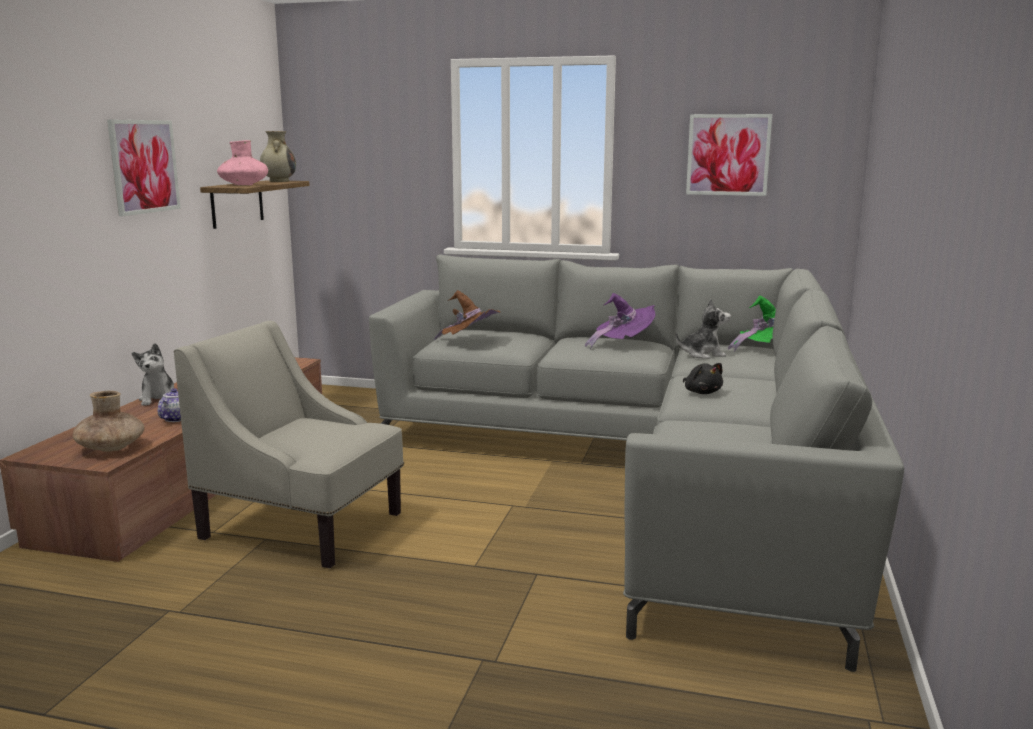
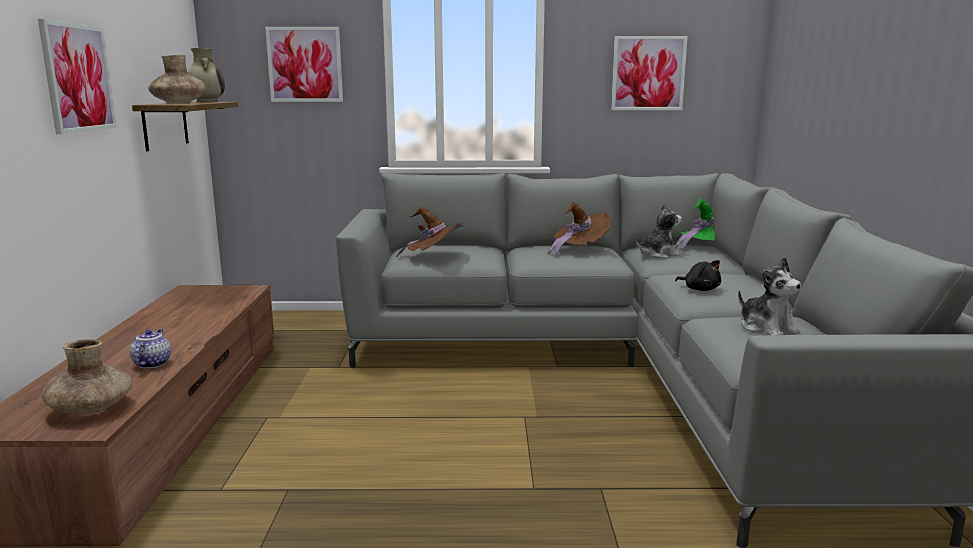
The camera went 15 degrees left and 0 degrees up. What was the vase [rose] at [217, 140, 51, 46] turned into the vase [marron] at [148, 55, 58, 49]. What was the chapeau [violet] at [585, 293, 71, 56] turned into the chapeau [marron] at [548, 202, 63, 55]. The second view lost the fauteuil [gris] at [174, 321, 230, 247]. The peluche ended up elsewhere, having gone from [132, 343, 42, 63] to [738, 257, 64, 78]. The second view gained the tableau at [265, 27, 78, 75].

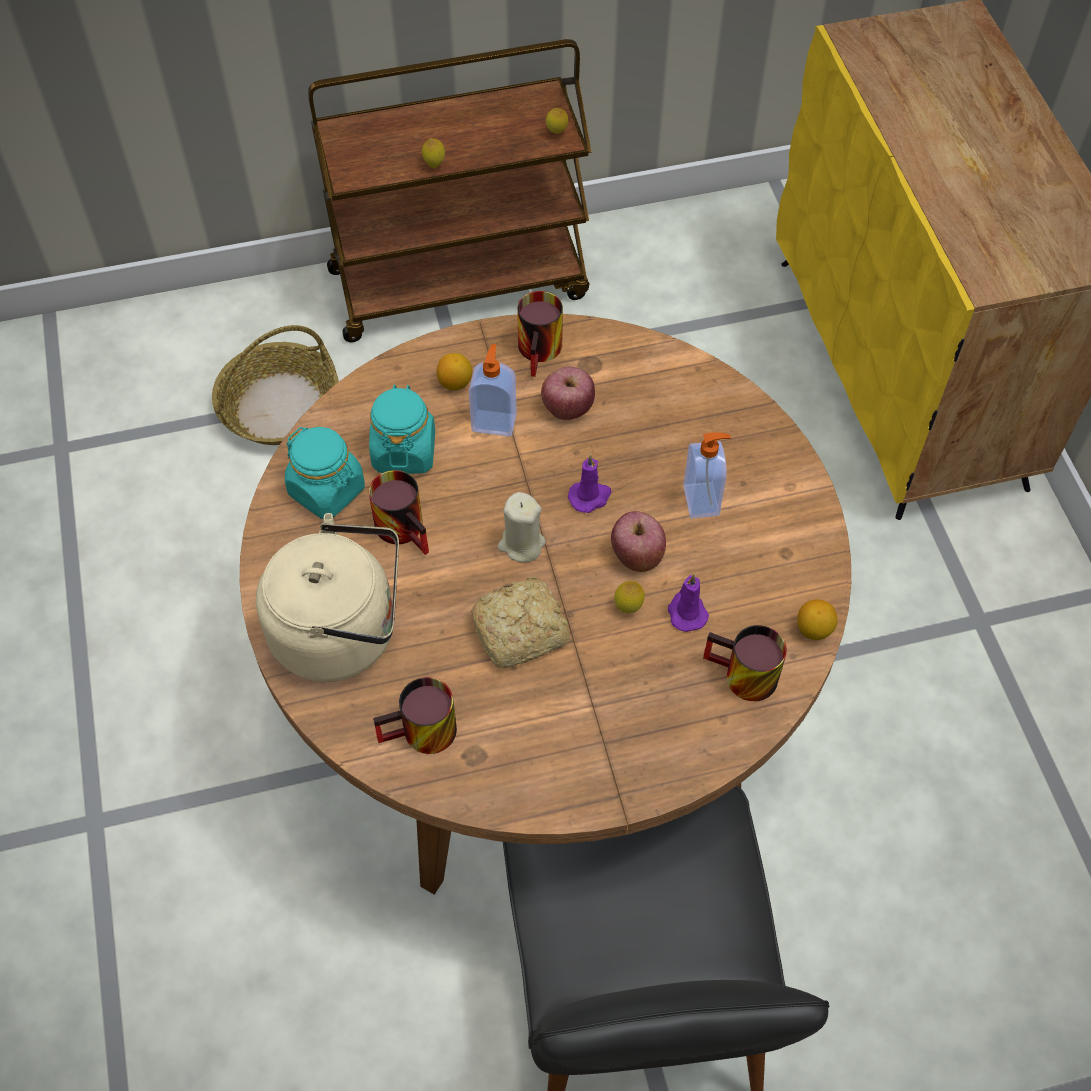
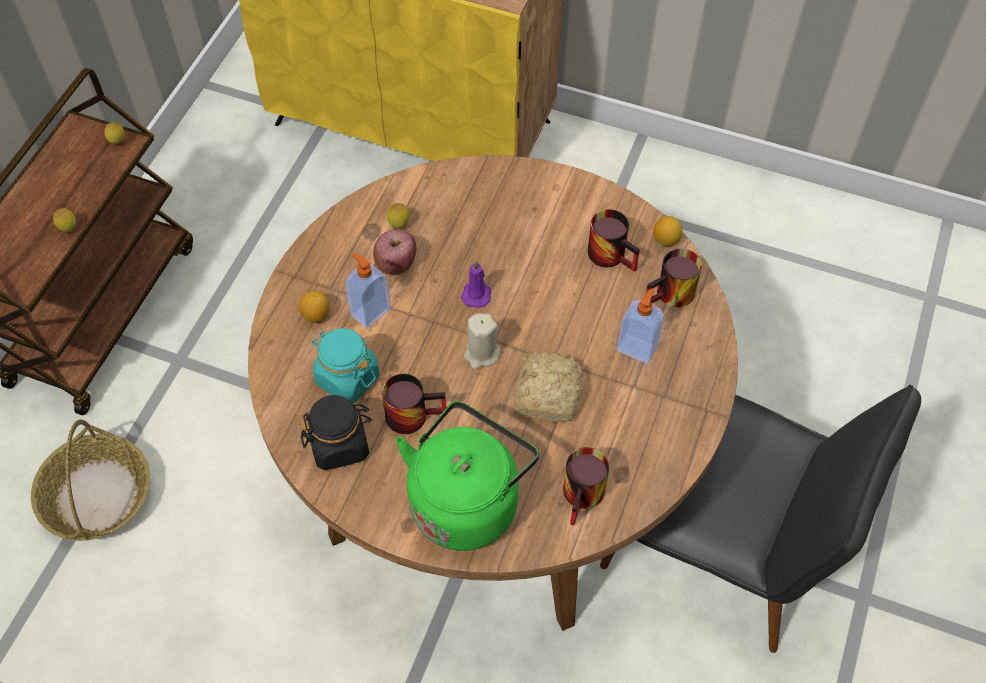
The camera went 55 degrees left and 0 degrees up. The mug ended up elsewhere, having gone from [517, 291, 46, 86] to [588, 209, 52, 63]. What was the bocal [turquoise] at [285, 427, 80, 92] turned into the bocal [noir] at [300, 395, 72, 75]. The distributeur de savon ended up elsewhere, having gone from [684, 433, 47, 86] to [617, 288, 47, 76]. The second view lost the pomme at [611, 511, 55, 61]. What was the bouilloire [beige] at [256, 513, 143, 169] turned into the bouilloire [vert] at [396, 401, 143, 150]. The second view lost the bougie [violet] at [668, 574, 41, 58]. The citron ended up elsewhere, having gone from [614, 581, 31, 32] to [387, 203, 22, 26].

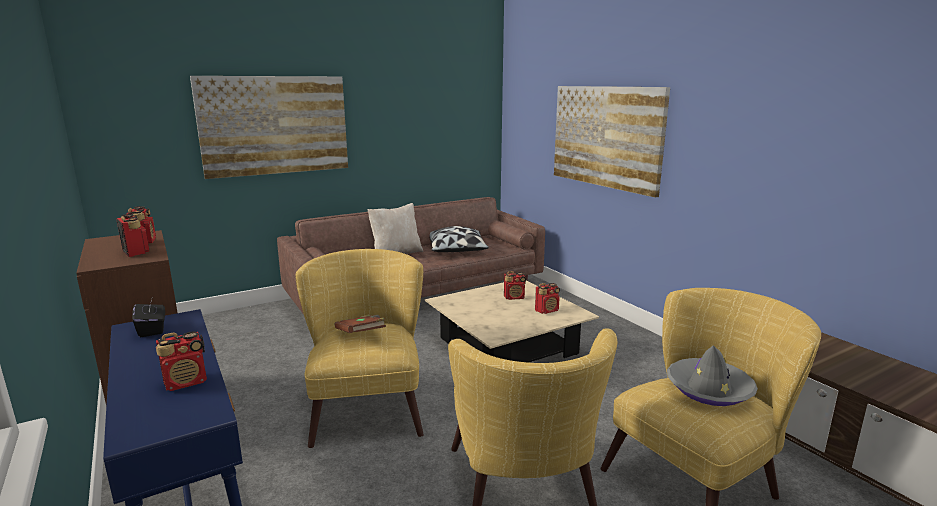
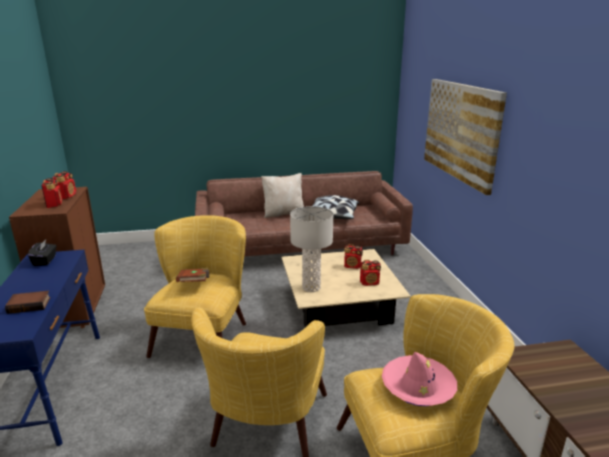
The camera went 20 degrees right and 5 degrees up. The second view lost the tableau at [190, 76, 158, 103]. Where the radio stood at [156, 331, 51, 60], the livre came to stand at [5, 291, 45, 23]. What was the chapeau [gris] at [667, 345, 91, 61] turned into the chapeau [rose] at [382, 352, 75, 54]. The second view gained the lampe de table [blanc] at [290, 206, 43, 86].

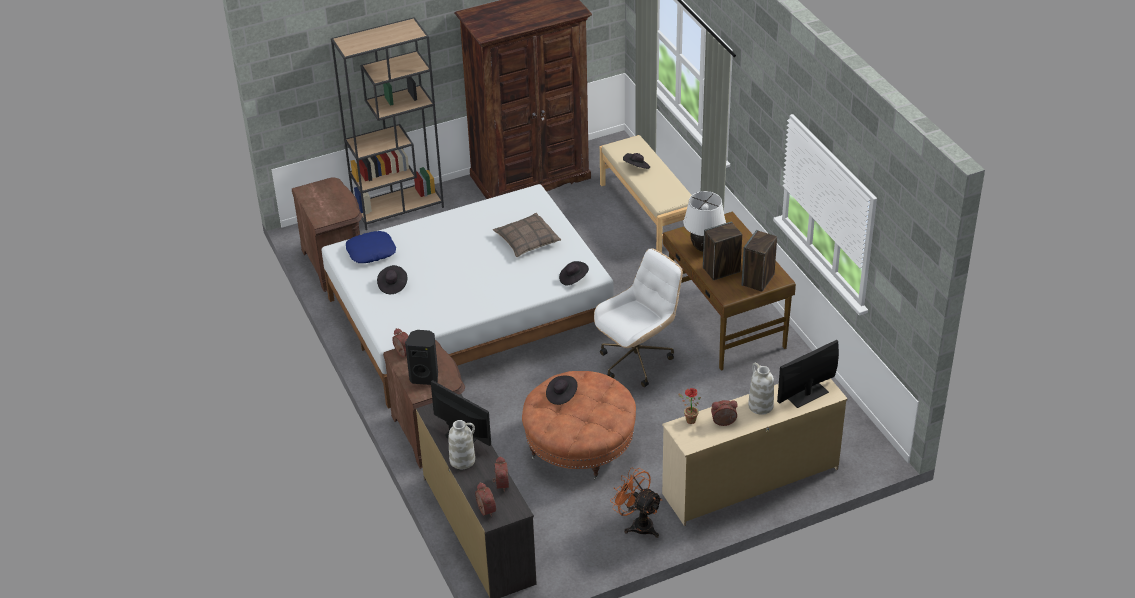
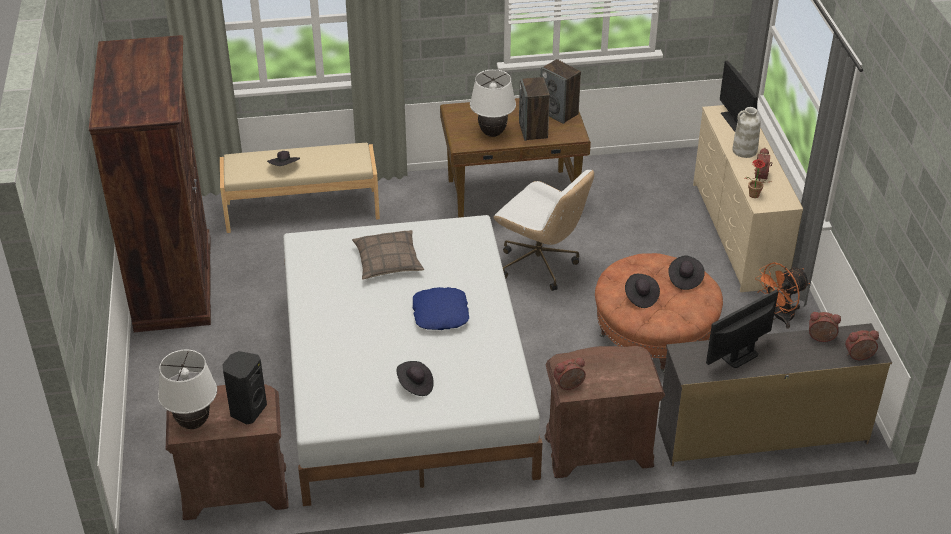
The camera went 75 degrees left and 0 degrees up. The second view lost the bibliothèque at [331, 17, 113, 213]. The coussin [bleu] ended up elsewhere, having gone from [346, 231, 50, 32] to [413, 287, 56, 43]. The chaise de bureau [blanc] at [594, 248, 89, 139] ended up facing another way, 150 degrees clockwise from before. The chapeau [noir] ended up elsewhere, having gone from [559, 261, 30, 24] to [668, 255, 37, 35]. The enceinte [noir] ended up elsewhere, having gone from [405, 330, 33, 55] to [222, 351, 45, 74]. The second view lost the vase [blanc] at [449, 420, 26, 49]. The second view gained the lampe de table [blanc] at [158, 350, 59, 79].

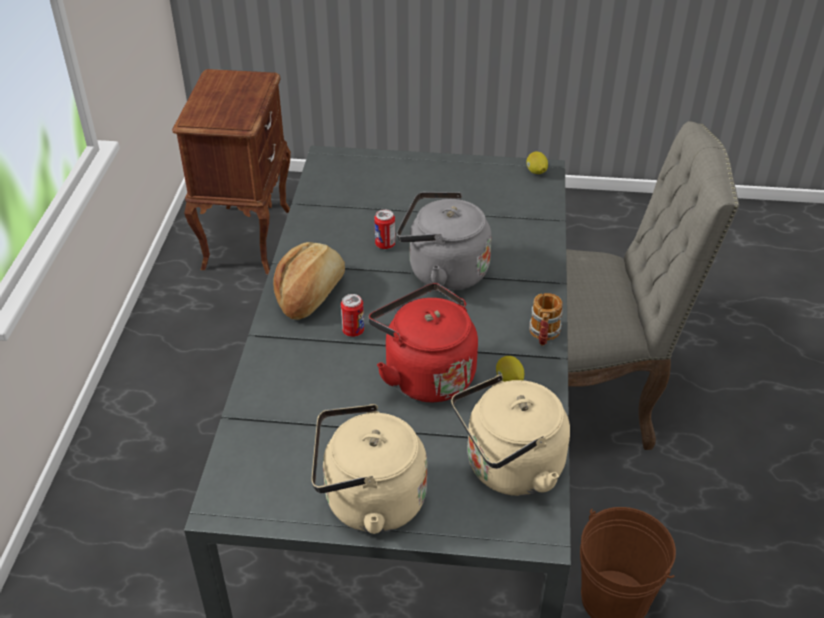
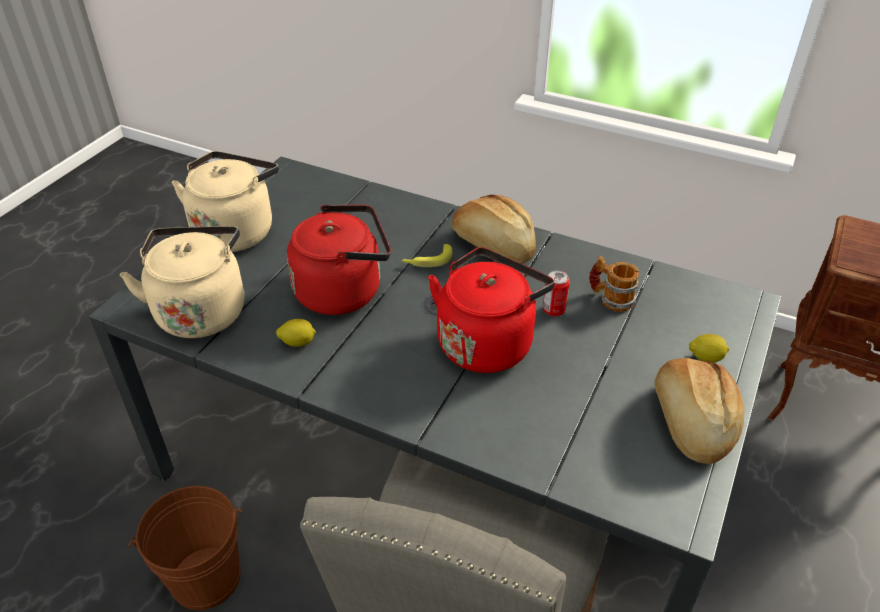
The camera went 110 degrees right and 0 degrees up. The citron ended up elsewhere, having gone from [526, 151, 22, 23] to [689, 334, 40, 28]. What was the bouilloire [gris] at [397, 192, 95, 99] turned into the bouilloire [rouge] at [428, 247, 127, 126]. The mug ended up elsewhere, having gone from [529, 293, 34, 53] to [589, 256, 50, 56]. Where the boîte métallique stood at [341, 294, 23, 43], the banane came to stand at [401, 244, 51, 23]. The second view gained the pain at [655, 358, 89, 106].

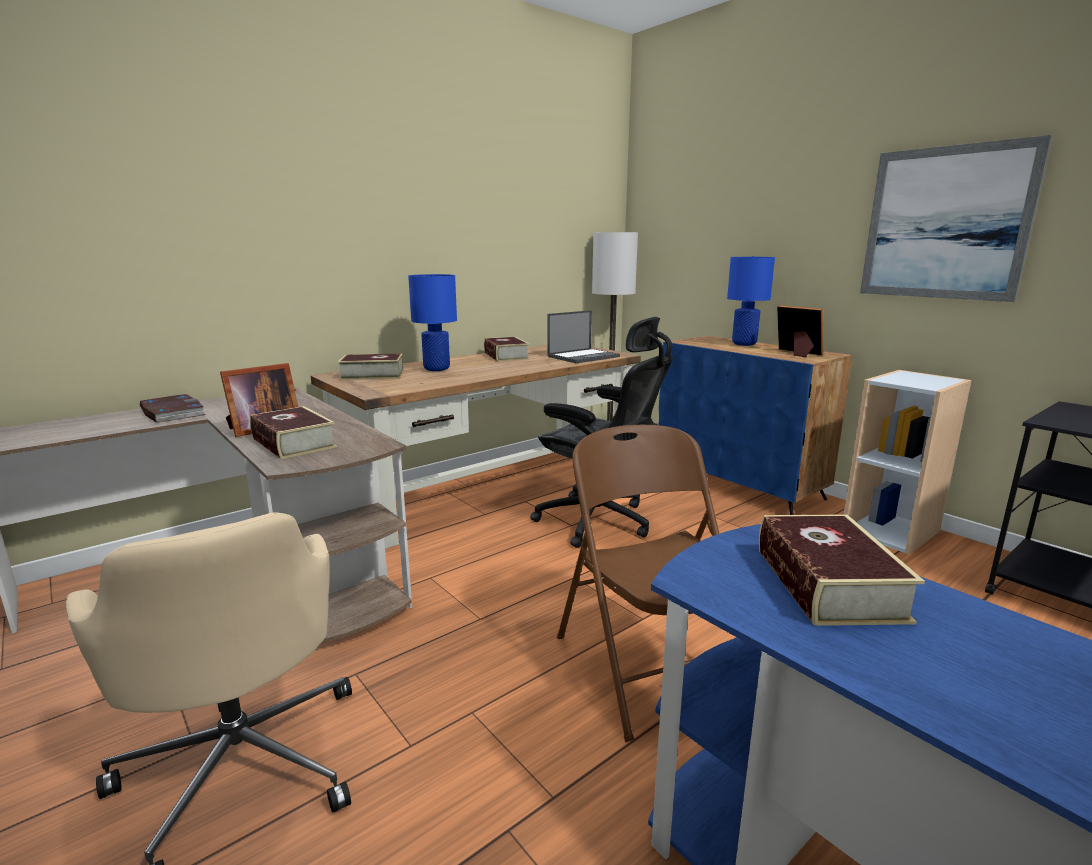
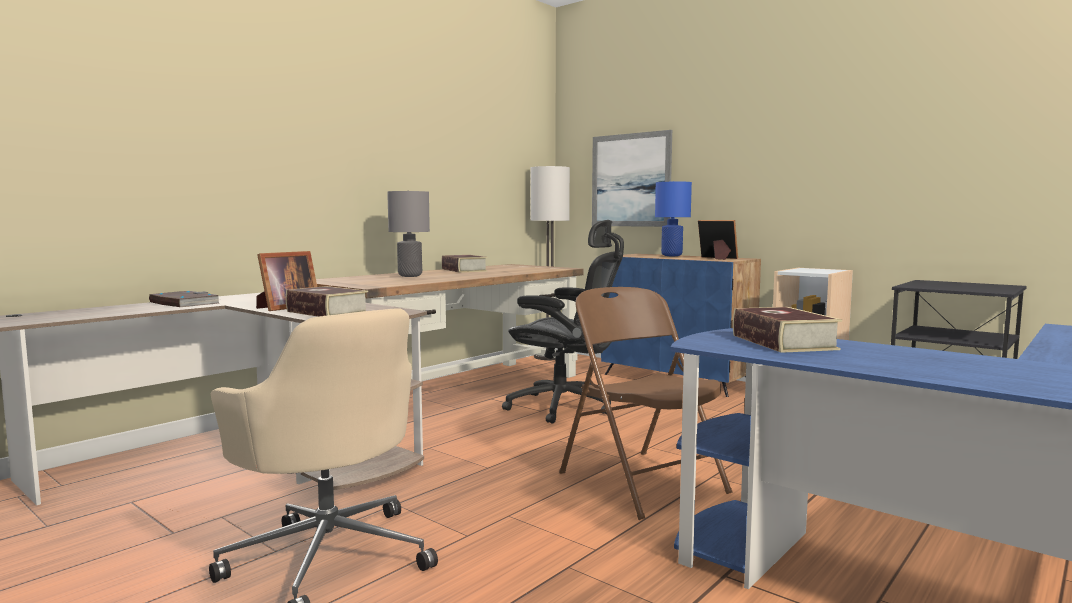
The camera went 10 degrees left and 10 degrees down. The tableau ended up elsewhere, having gone from [860, 135, 192, 167] to [592, 130, 80, 97]. What was the lampe de table [bleu] at [408, 274, 49, 97] turned into the lampe de table [gris] at [387, 190, 43, 87]. The second view lost the ordinateur portable at [547, 310, 73, 53]. The second view lost the livre at [338, 354, 66, 26].

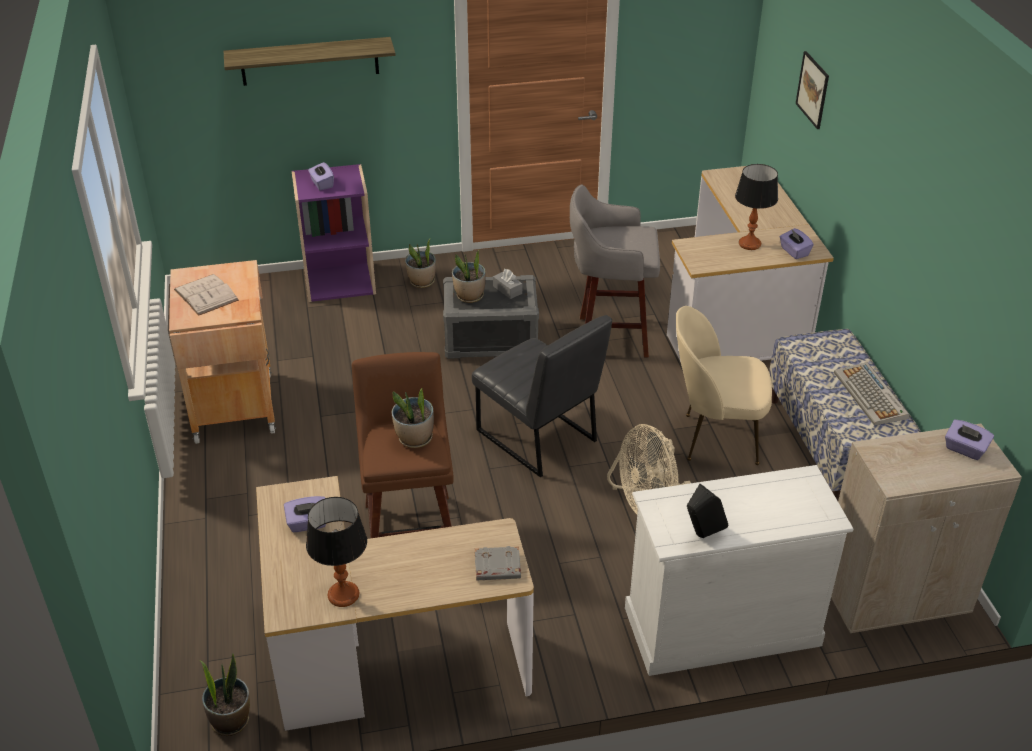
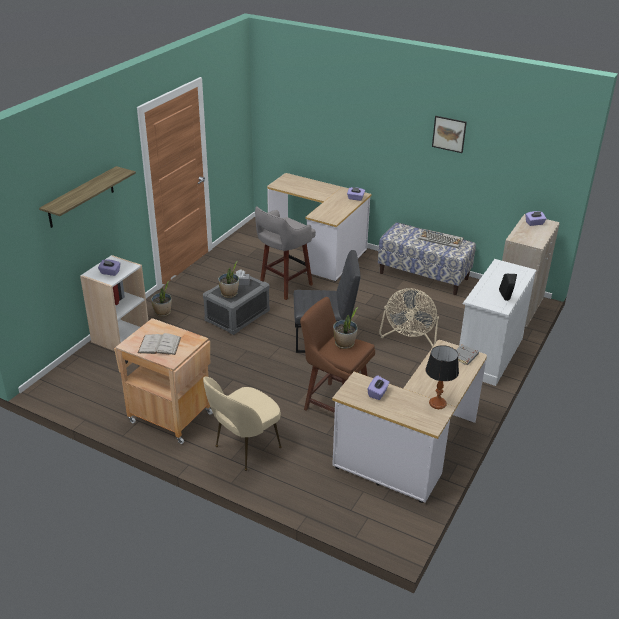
The camera went 50 degrees left and 5 degrees down. The tableau ended up elsewhere, having gone from [796, 51, 33, 78] to [432, 116, 35, 37]. What was the bibliothèque [violet] at [292, 164, 84, 138] turned into the bibliothèque [blanc] at [80, 255, 69, 96]. The second view lost the lampe de table at [735, 164, 43, 86]. The chaise [beige] ended up elsewhere, having gone from [676, 306, 96, 159] to [203, 377, 79, 94]. The second view lost the plante en pot at [200, 653, 50, 83].

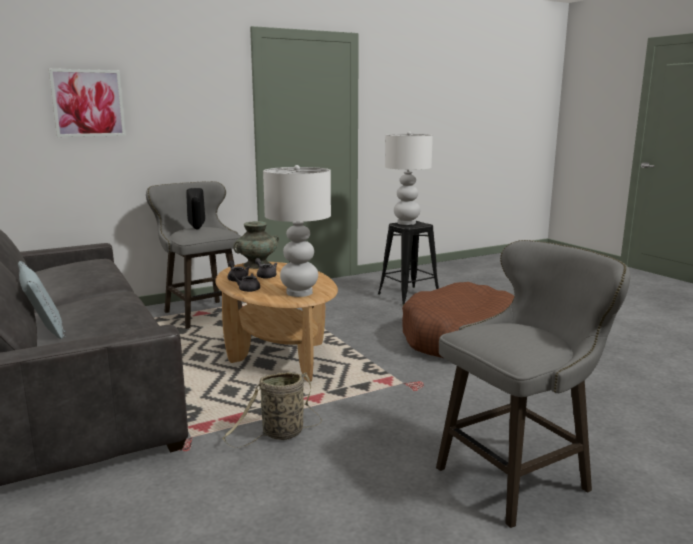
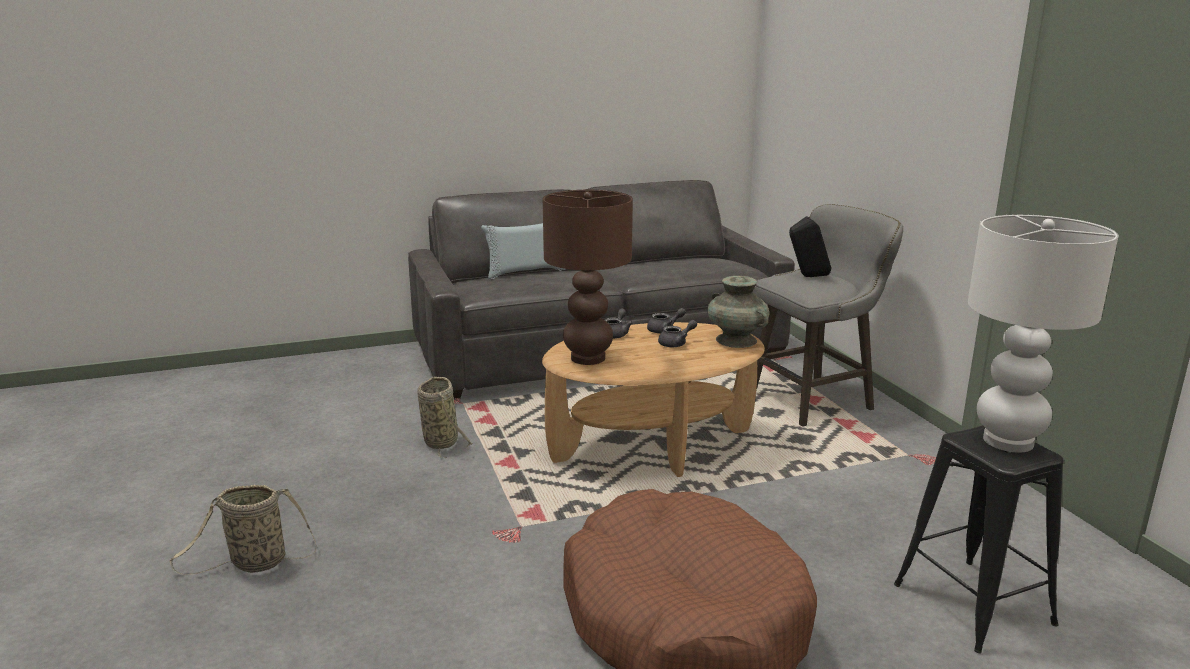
The camera went 100 degrees right and 5 degrees up. The second view lost the tableau at [49, 69, 77, 68]. What was the lampe de table [blanc] at [263, 165, 68, 132] turned into the lampe de table [marron] at [543, 190, 90, 175]. Where the tabouret [gris] stood at [436, 240, 195, 288], the panier came to stand at [169, 485, 148, 90].

